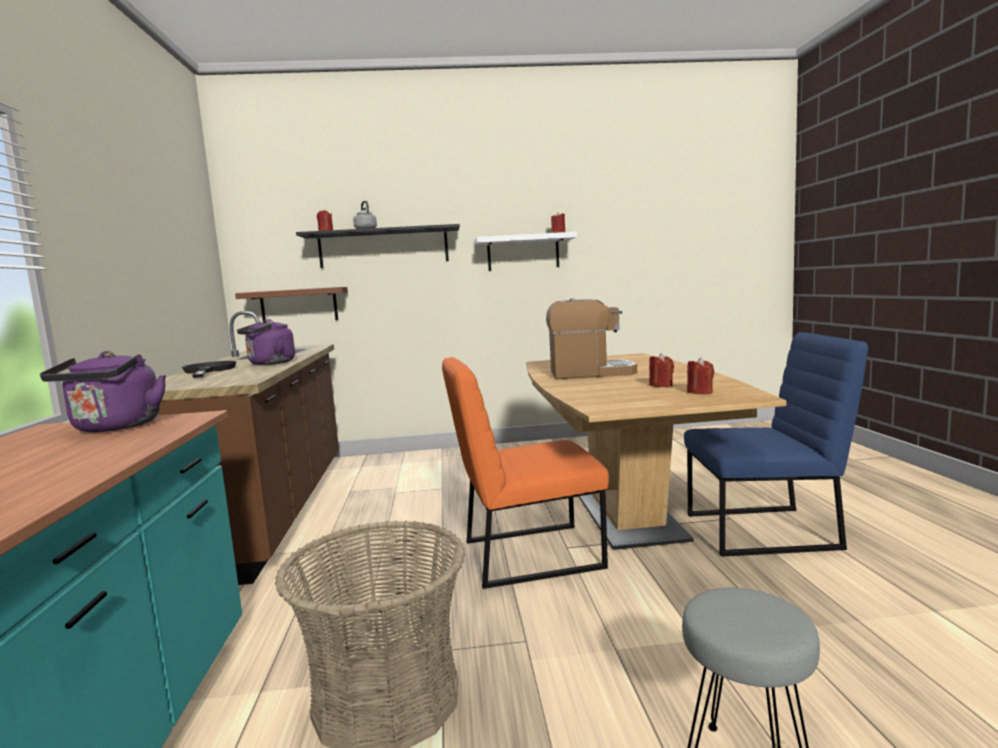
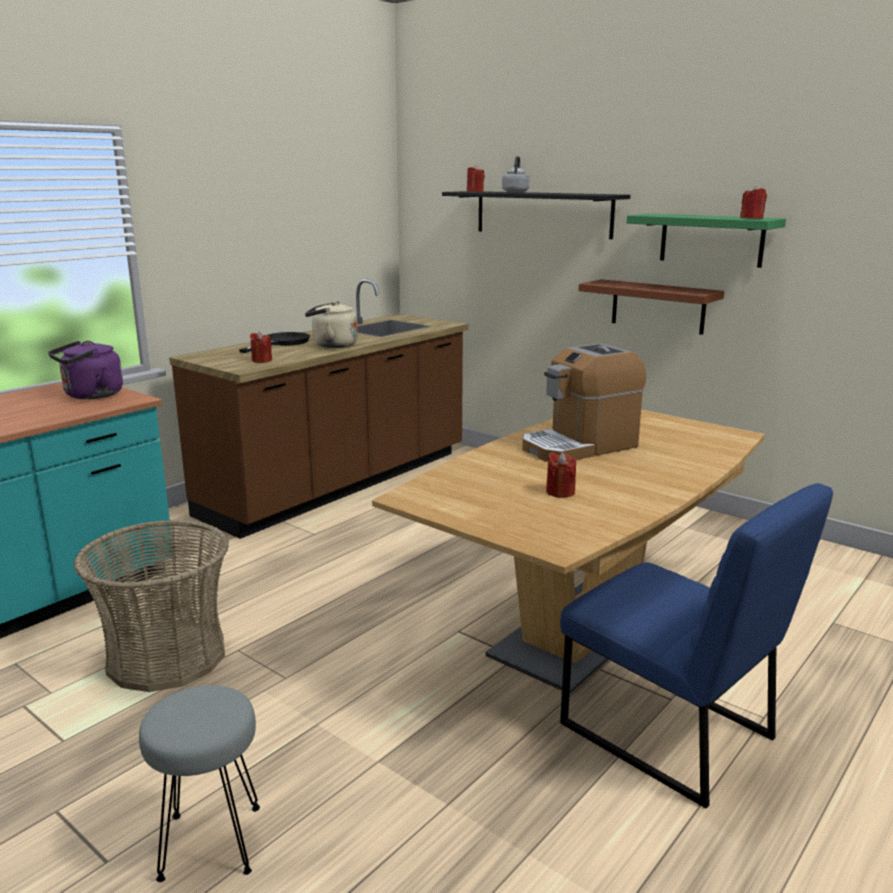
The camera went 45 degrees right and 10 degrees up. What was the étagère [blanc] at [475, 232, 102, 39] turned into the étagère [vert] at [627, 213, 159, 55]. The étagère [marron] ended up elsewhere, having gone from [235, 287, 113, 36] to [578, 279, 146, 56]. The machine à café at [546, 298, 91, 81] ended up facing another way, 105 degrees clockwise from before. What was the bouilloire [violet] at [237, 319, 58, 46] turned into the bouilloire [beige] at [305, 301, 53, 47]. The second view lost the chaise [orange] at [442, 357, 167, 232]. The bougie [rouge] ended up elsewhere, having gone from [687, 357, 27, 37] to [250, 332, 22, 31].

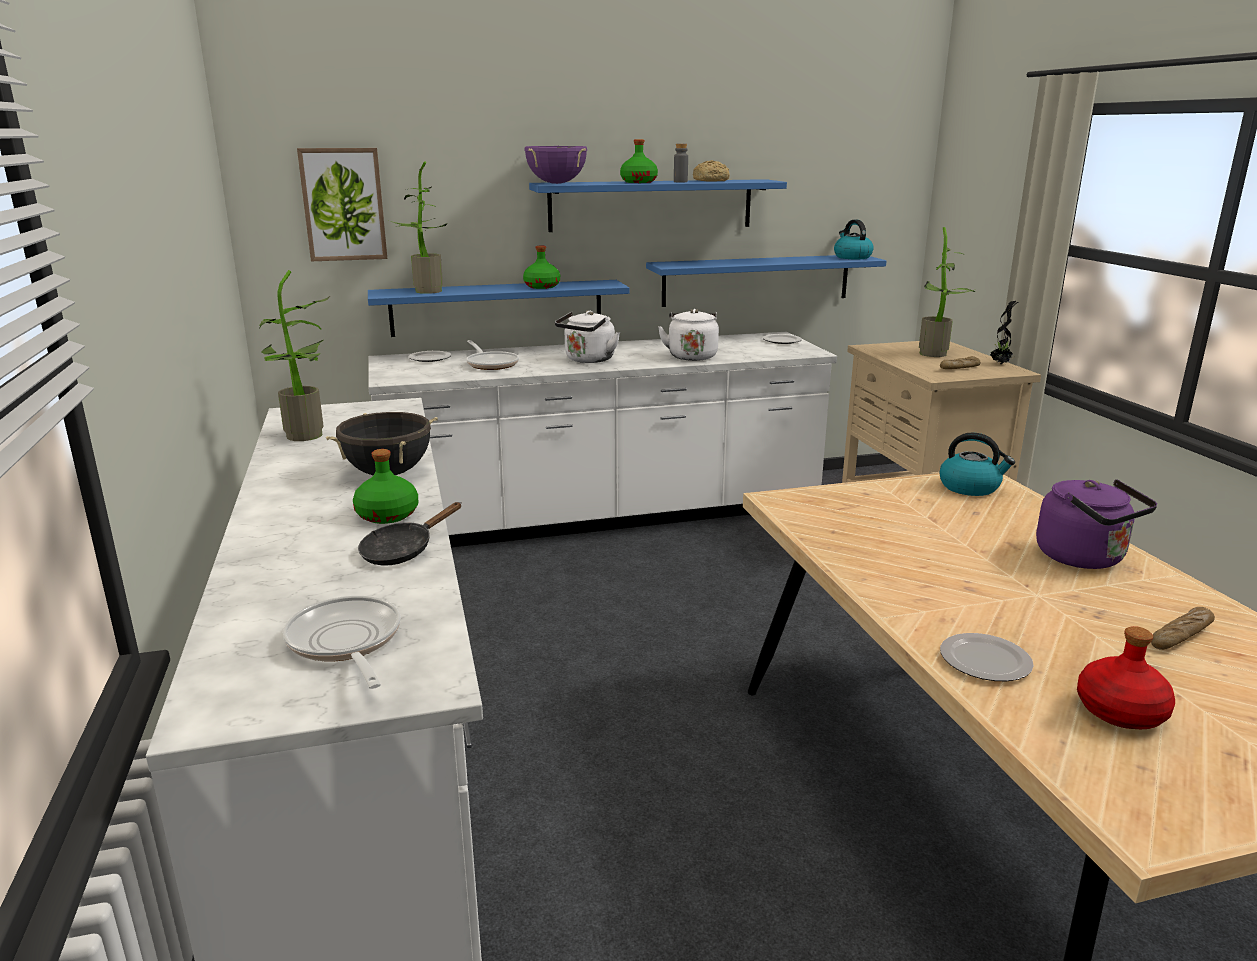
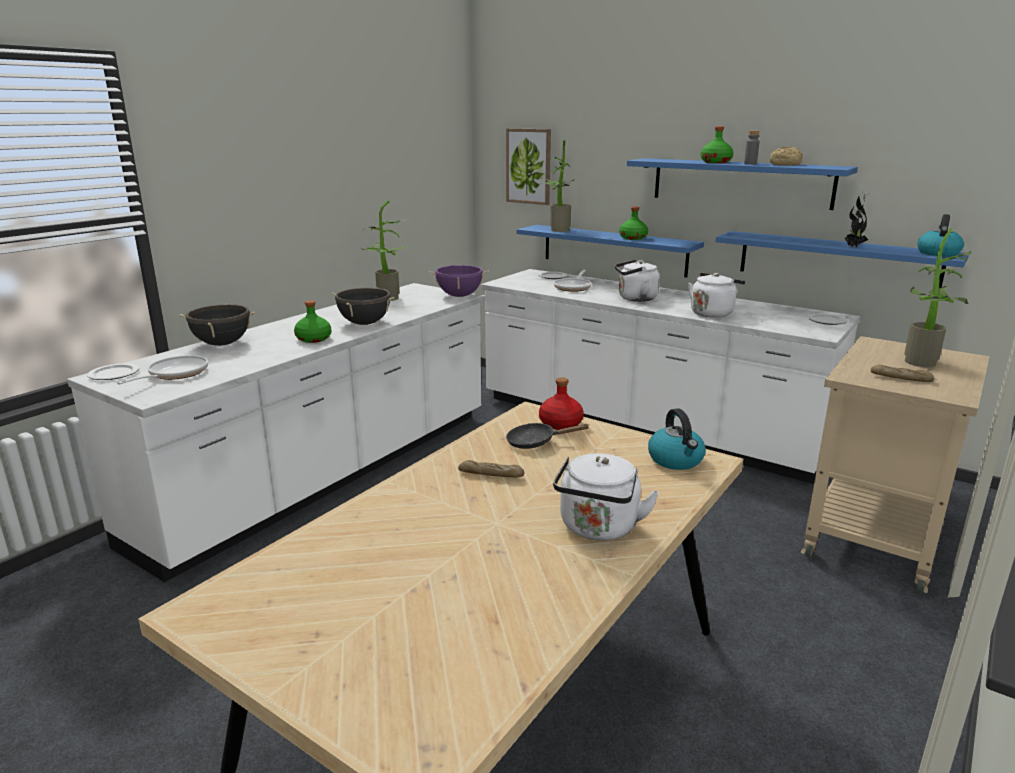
The camera went 50 degrees right and 0 degrees up. The marmite [violet] ended up elsewhere, having gone from [524, 146, 63, 38] to [429, 265, 60, 32]. The plante en pot ended up elsewhere, having gone from [990, 301, 28, 63] to [845, 192, 25, 55]. What was the bouilloire [violet] at [1036, 479, 121, 90] turned into the bouilloire [blanc] at [553, 453, 106, 88]. The poêle [noir] ended up elsewhere, having gone from [358, 502, 104, 64] to [506, 423, 83, 26]. The pain ended up elsewhere, having gone from [1151, 607, 64, 43] to [458, 460, 66, 17]. The bouteille [rouge] ended up elsewhere, having gone from [1077, 626, 98, 103] to [539, 377, 45, 53]. The assiette ended up elsewhere, having gone from [940, 633, 94, 48] to [87, 363, 52, 17]. The second view gained the marmite [noir] at [179, 304, 78, 42].

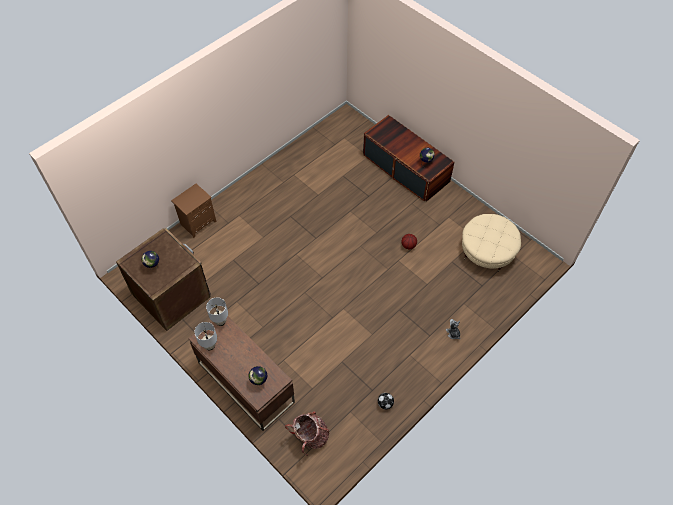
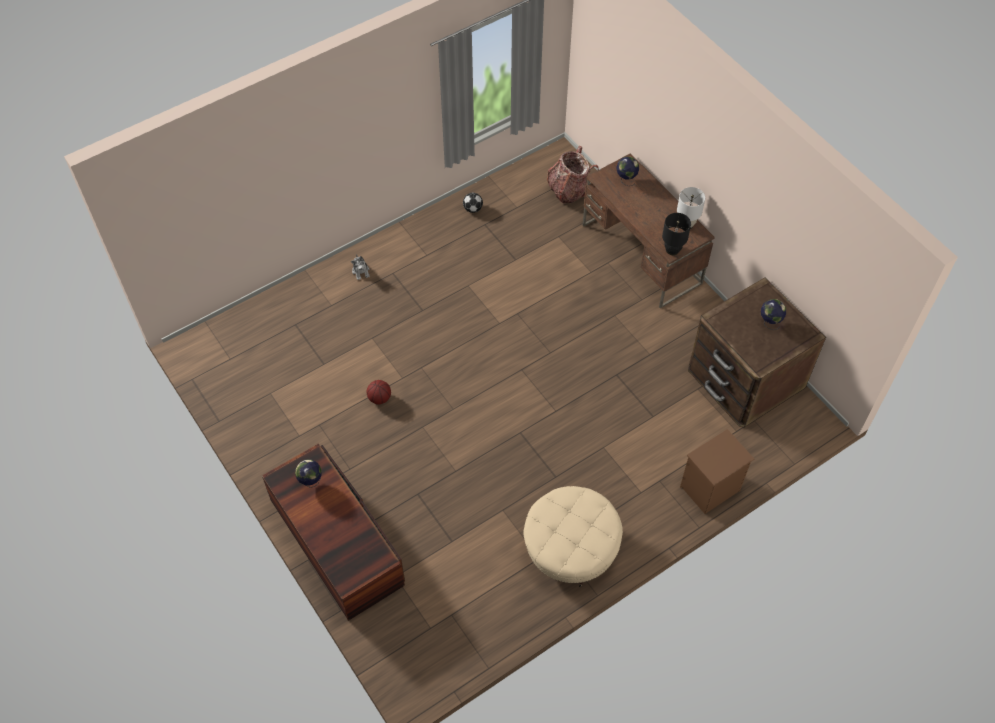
The camera went 170 degrees left and 0 degrees up. The pouf [beige] ended up elsewhere, having gone from [462, 214, 59, 58] to [523, 486, 100, 101]. What was the lampe de table [blanc] at [206, 297, 22, 29] turned into the lampe de table [noir] at [662, 213, 29, 42].

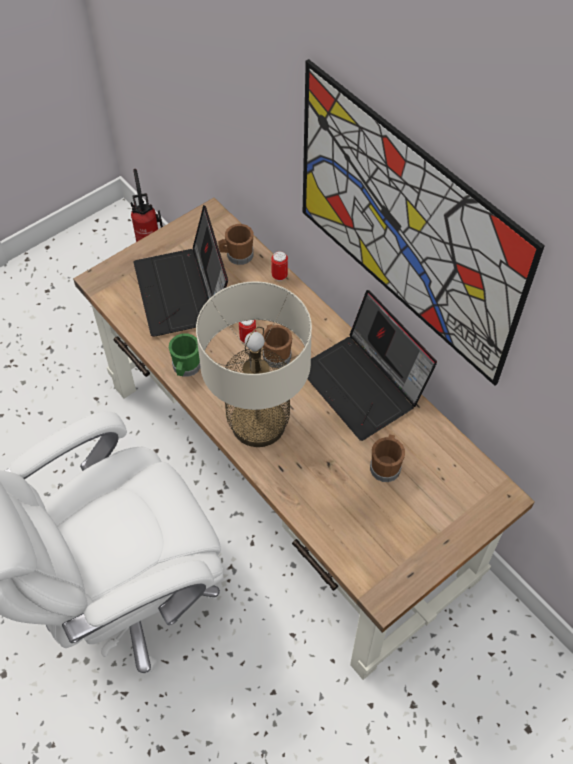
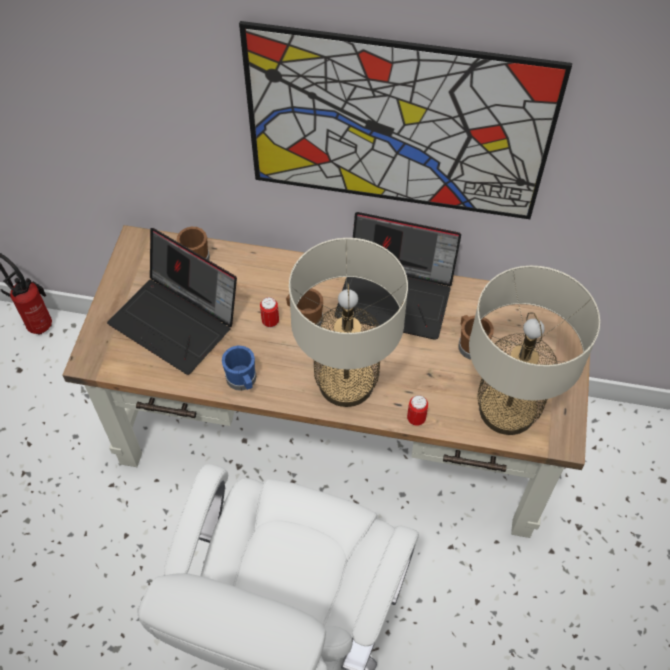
The camera went 40 degrees left and 0 degrees up. The boîte métallique ended up elsewhere, having gone from [271, 251, 17, 30] to [407, 395, 21, 31]. What was the mug [vert] at [169, 333, 31, 44] turned into the mug [bleu] at [222, 345, 34, 46]. The second view gained the lampe de table at [469, 265, 131, 170].

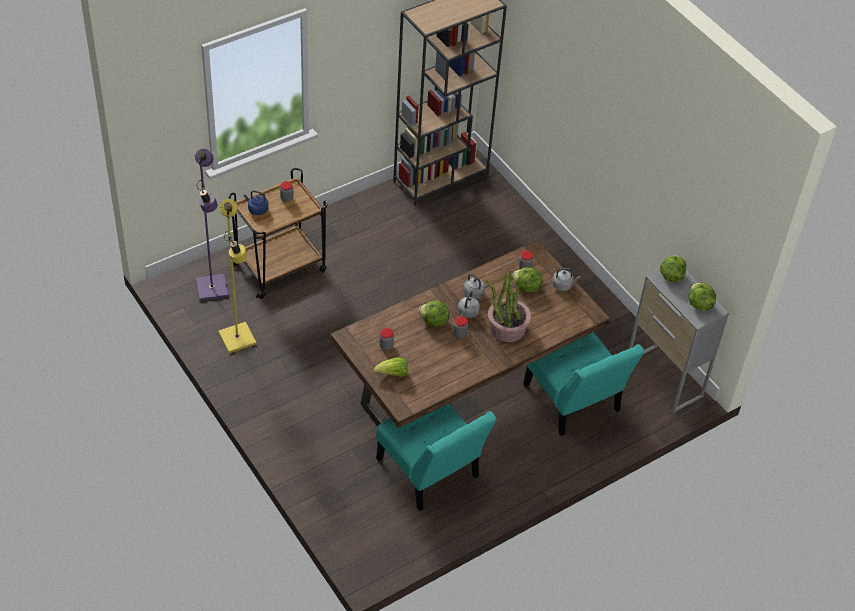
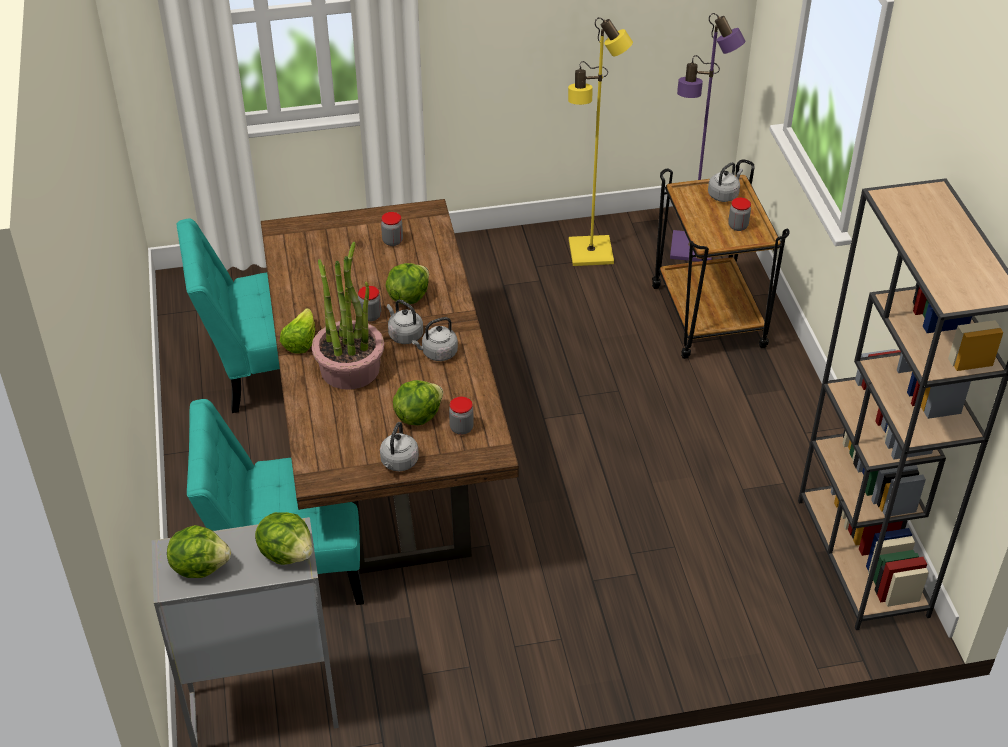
The camera went 115 degrees right and 5 degrees down. What was the bouilloire [bleu] at [244, 190, 24, 25] turned into the bouilloire [gris] at [708, 162, 35, 40]. The laitue ended up elsewhere, having gone from [373, 357, 35, 20] to [280, 308, 35, 46].

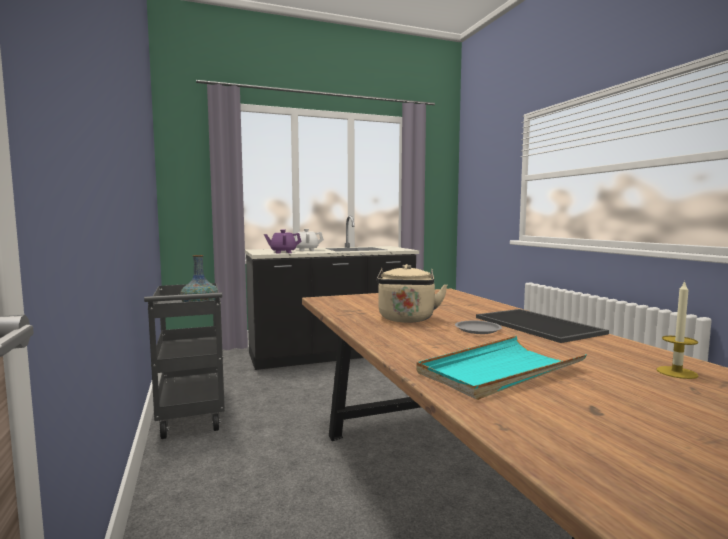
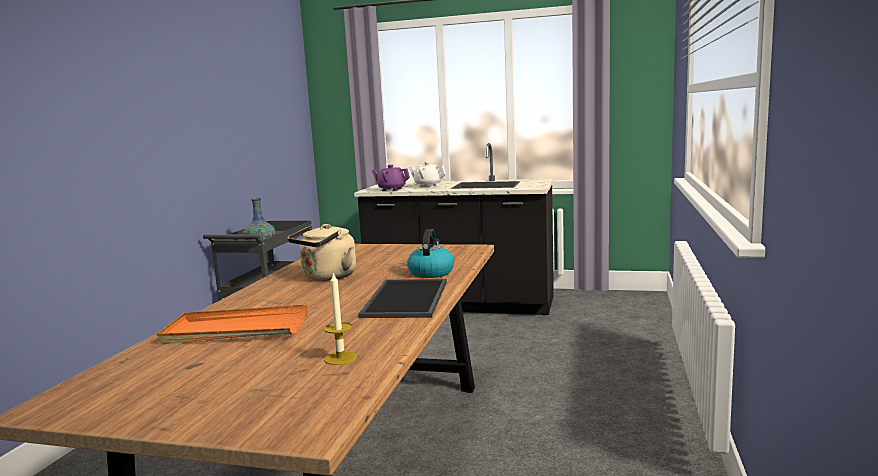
The camera went 35 degrees right and 5 degrees up. The second view lost the assiette [gris] at [455, 320, 47, 14]. What was the plateau [turquoise] at [416, 336, 171, 64] turned into the plateau [orange] at [157, 304, 151, 40]. The second view gained the bouilloire at [407, 229, 47, 49].

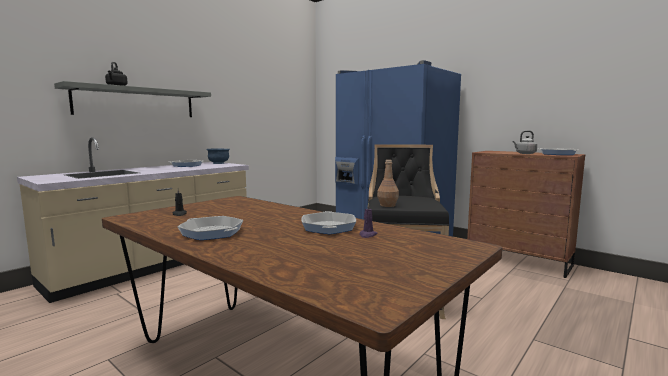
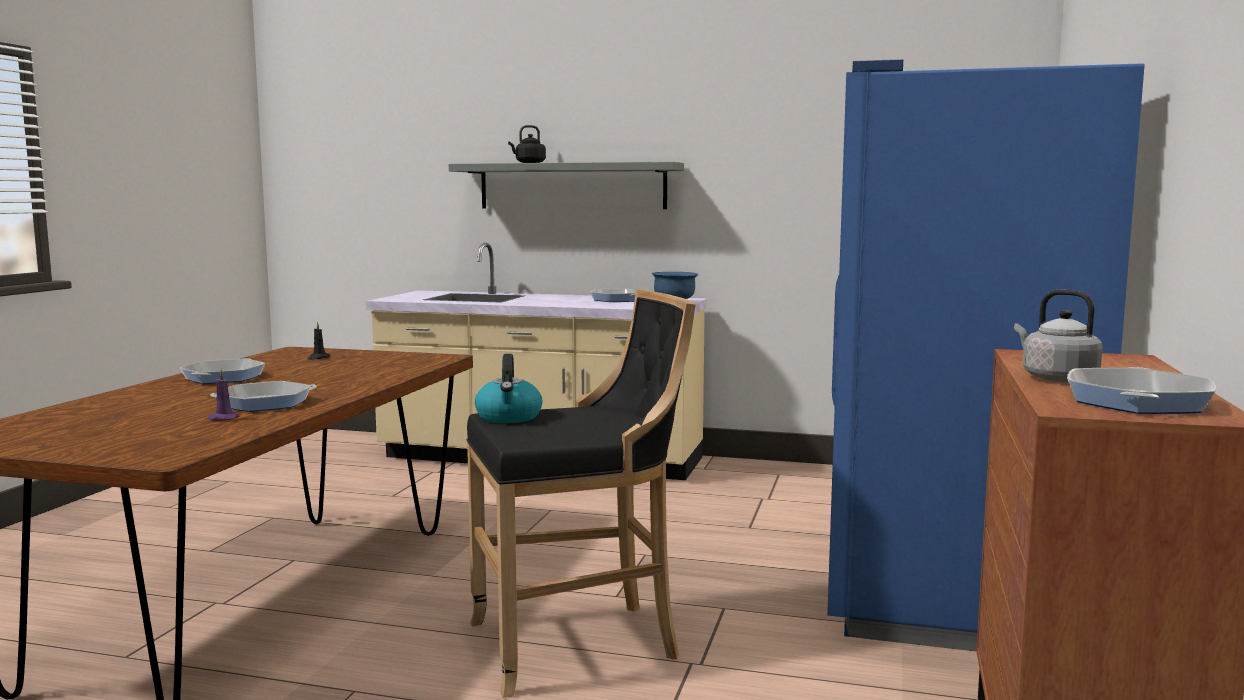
The camera went 65 degrees right and 0 degrees up. Where the bouteille [marron] stood at [377, 160, 22, 47], the bouilloire came to stand at [475, 354, 67, 69].

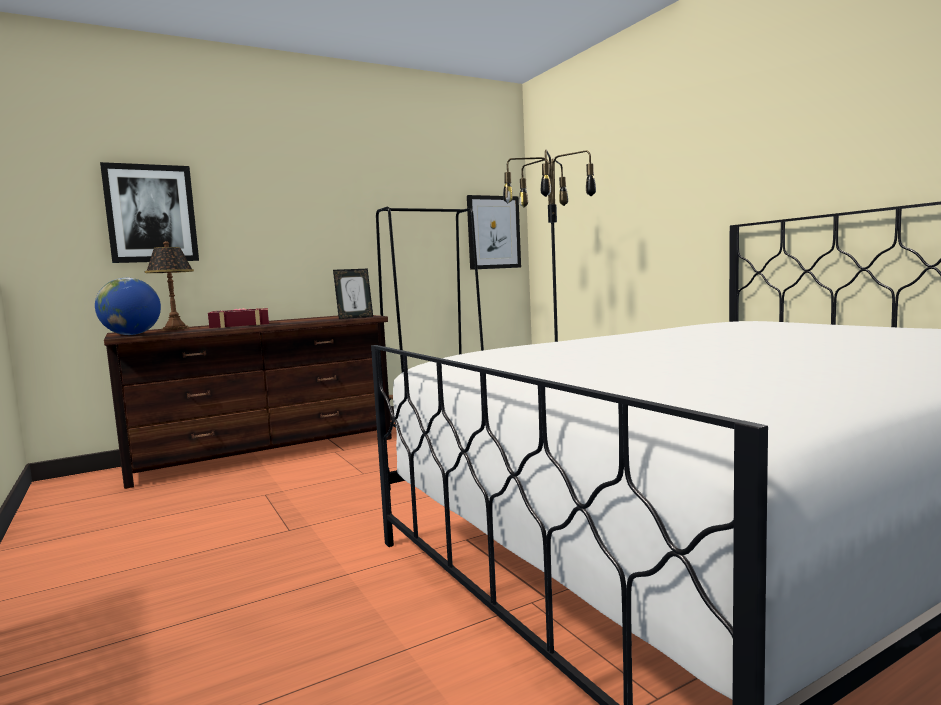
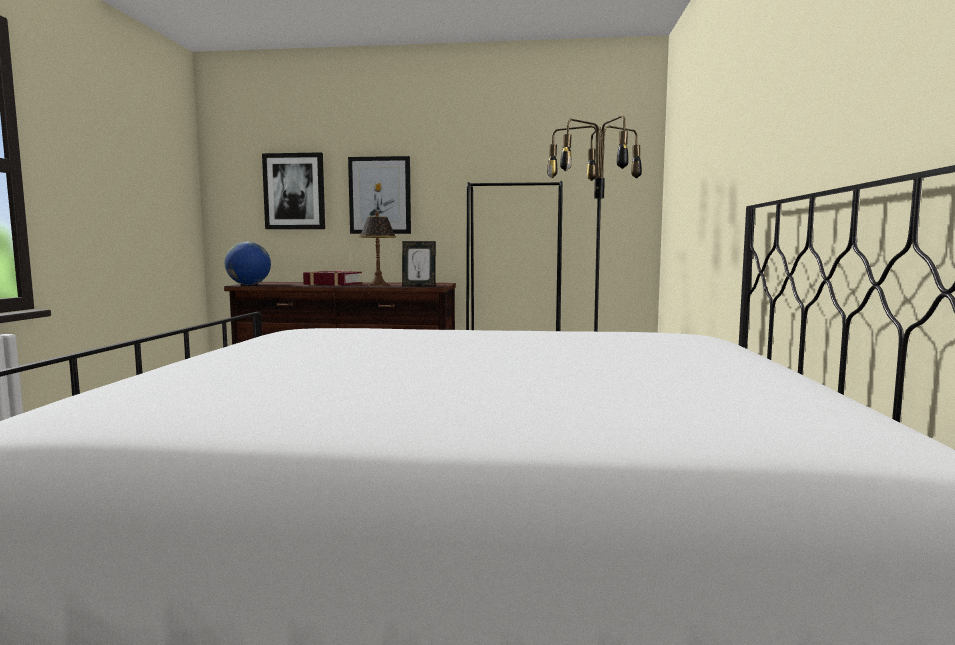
The camera went 35 degrees right and 0 degrees up. The tableau ended up elsewhere, having gone from [467, 195, 54, 75] to [348, 156, 63, 78]. The lampe de table ended up elsewhere, having gone from [145, 241, 49, 90] to [359, 212, 37, 74].

